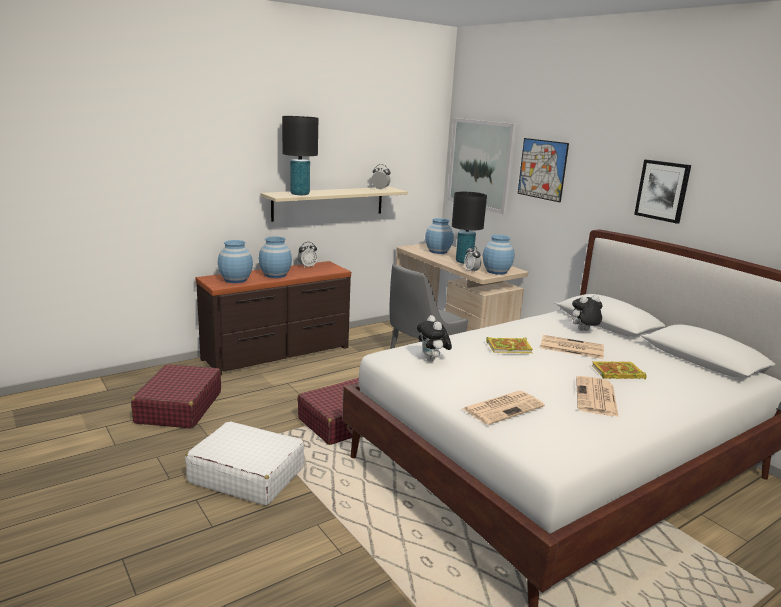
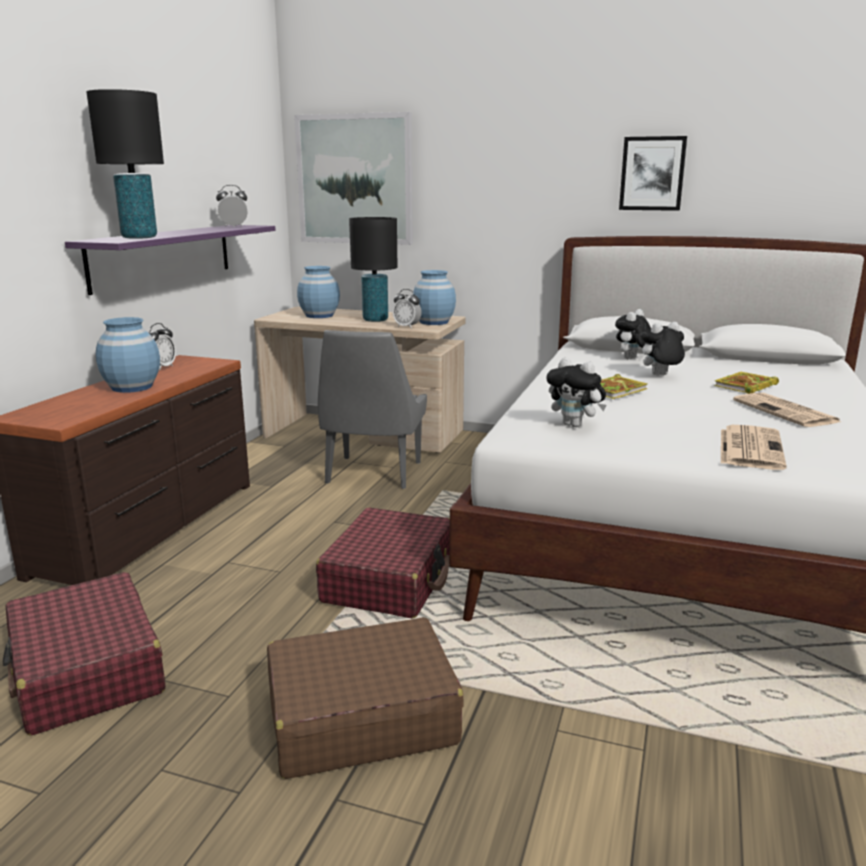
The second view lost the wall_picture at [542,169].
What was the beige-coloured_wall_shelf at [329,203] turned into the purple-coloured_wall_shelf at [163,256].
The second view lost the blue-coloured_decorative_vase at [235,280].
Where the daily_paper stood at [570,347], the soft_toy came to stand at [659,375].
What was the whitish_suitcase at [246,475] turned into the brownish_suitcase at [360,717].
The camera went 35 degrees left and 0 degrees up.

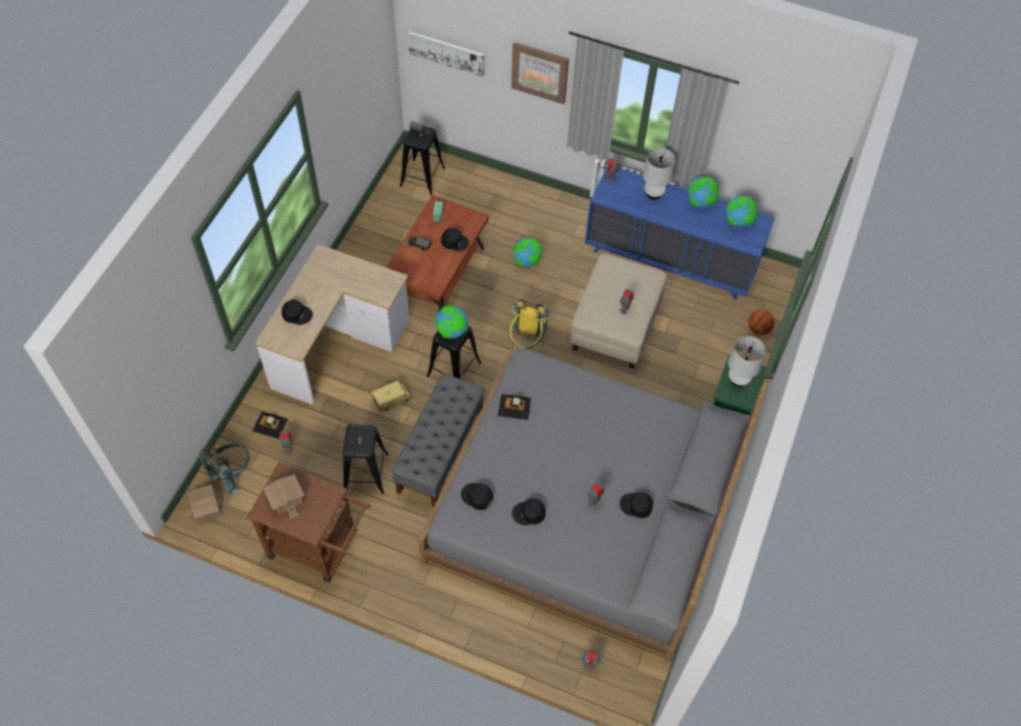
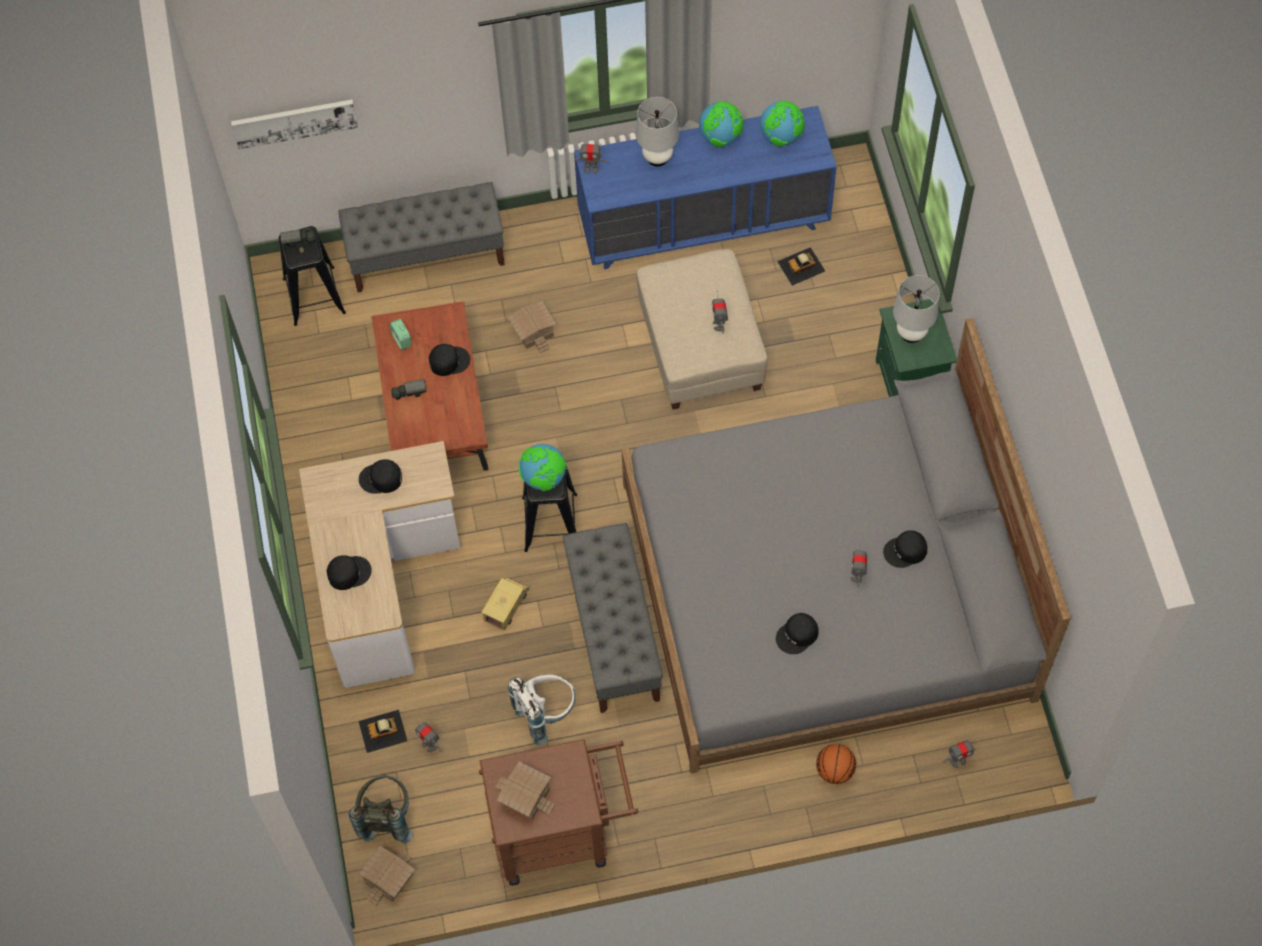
The second view lost the wall_picture at [540,72].
Where the world_globe stood at [527,261], the miniature_house came to stand at [534,330].
The second view lost the yellow_backpack at [525,342].
The basketball ended up elsewhere, having gone from [758,329] to [835,770].
The miniature_car ended up elsewhere, having gone from [514,407] to [801,266].
Where the black_stool stood at [366,473], the whitish_backpack came to stand at [545,713].
The black_baseball_cap ended up elsewhere, having gone from [477,497] to [381,479].
The second view gained the gray_indoor_bench at [427,255].
The camera went 30 degrees left and 5 degrees up.

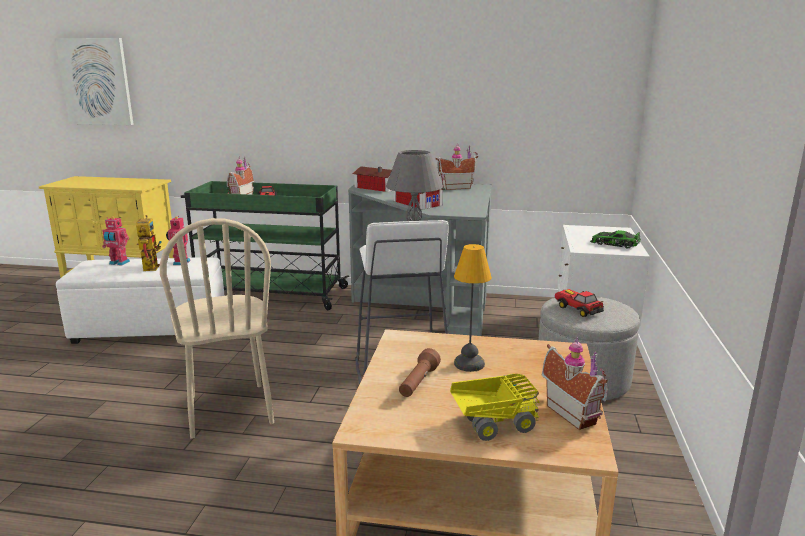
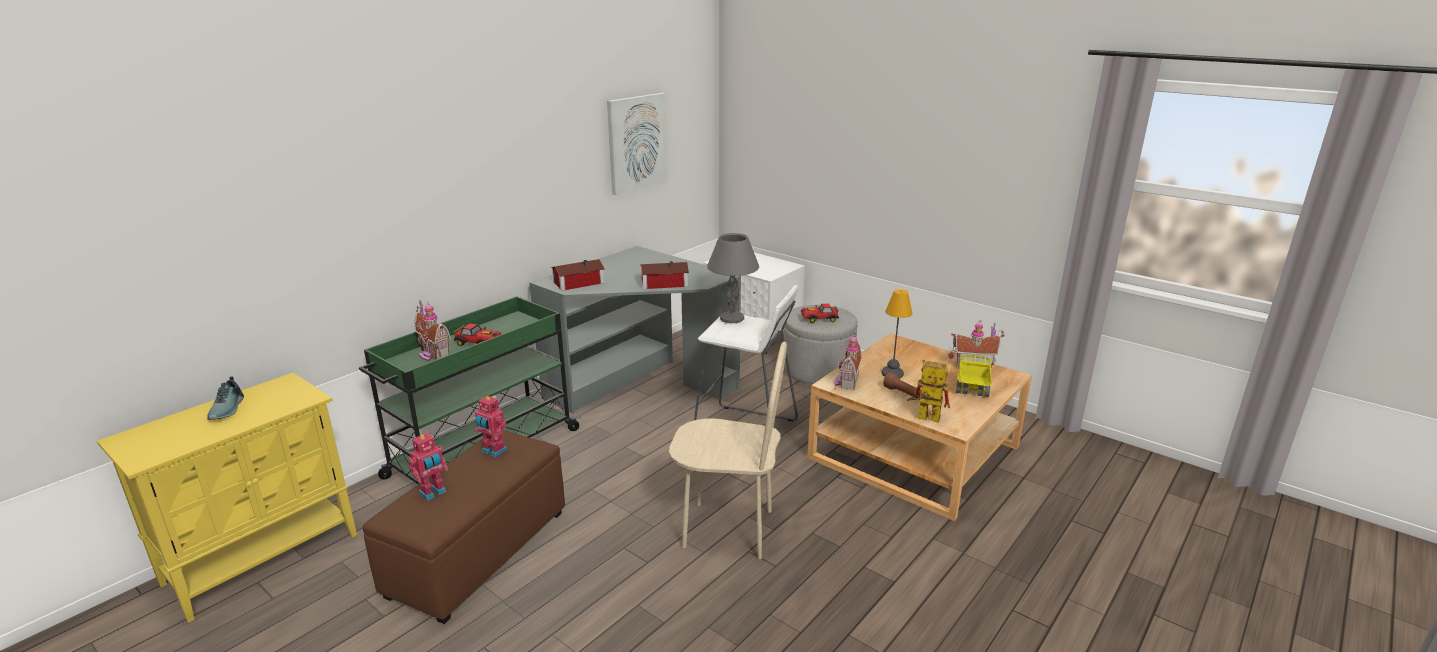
The wall_picture ended up elsewhere, having gone from [96,82] to [637,143].
The miniature_house ended up elsewhere, having gone from [455,187] to [846,382].
The model_robot ended up elsewhere, having gone from [150,266] to [923,417].
The second view lost the miniature_car at [614,243].
What was the whitish_footrest at [151,329] turned into the brownish_footrest at [480,552].
The second view gained the low_shoe at [229,409].
The camera went 60 degrees left and 5 degrees up.

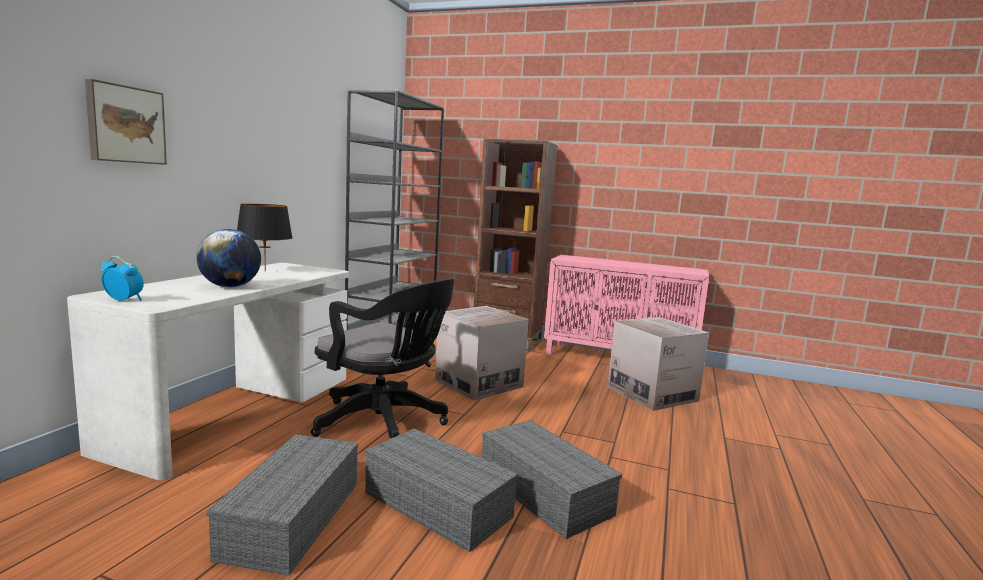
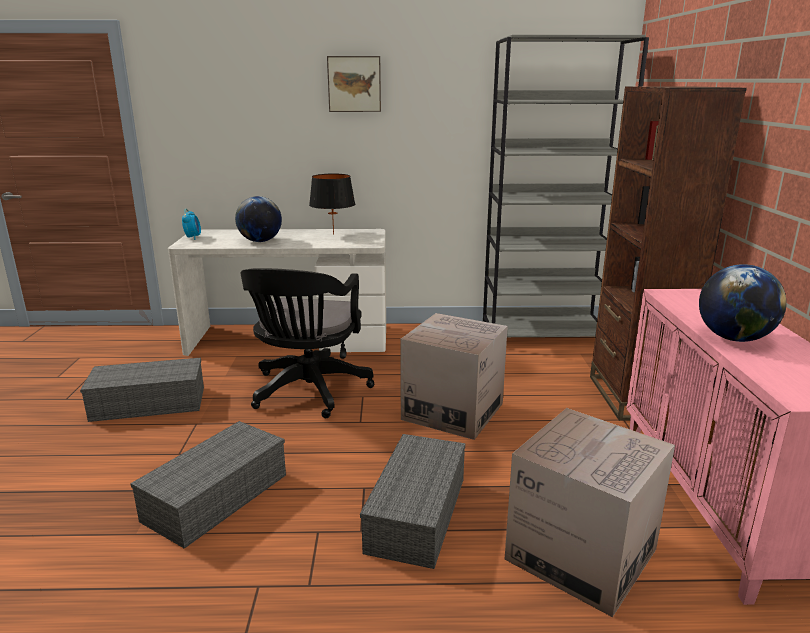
The wall_picture ended up elsewhere, having gone from [125,124] to [354,84].
The gray_storage_bin ended up elsewhere, having gone from [440,504] to [418,515].
The second view gained the world_globe at [734,338].
The camera went 70 degrees right and 10 degrees up.

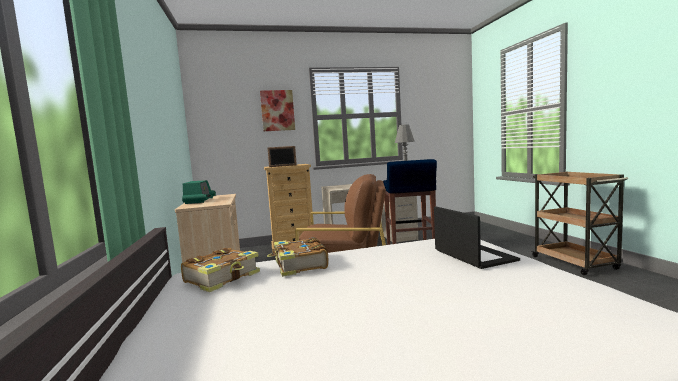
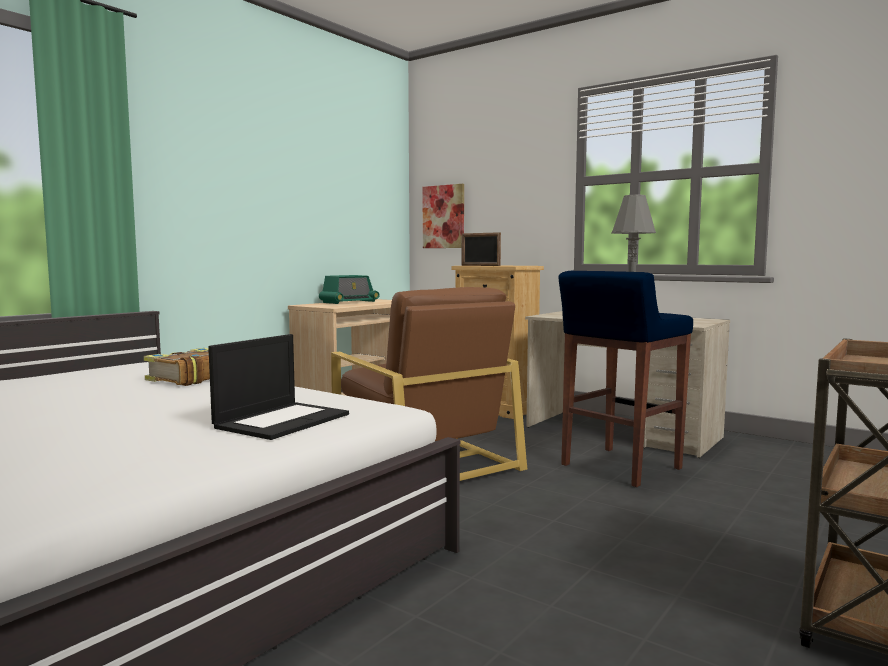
The wall_picture ended up elsewhere, having gone from [277,110] to [443,217].
The second view lost the volume at [223,278].
The camera went 50 degrees right and 0 degrees up.

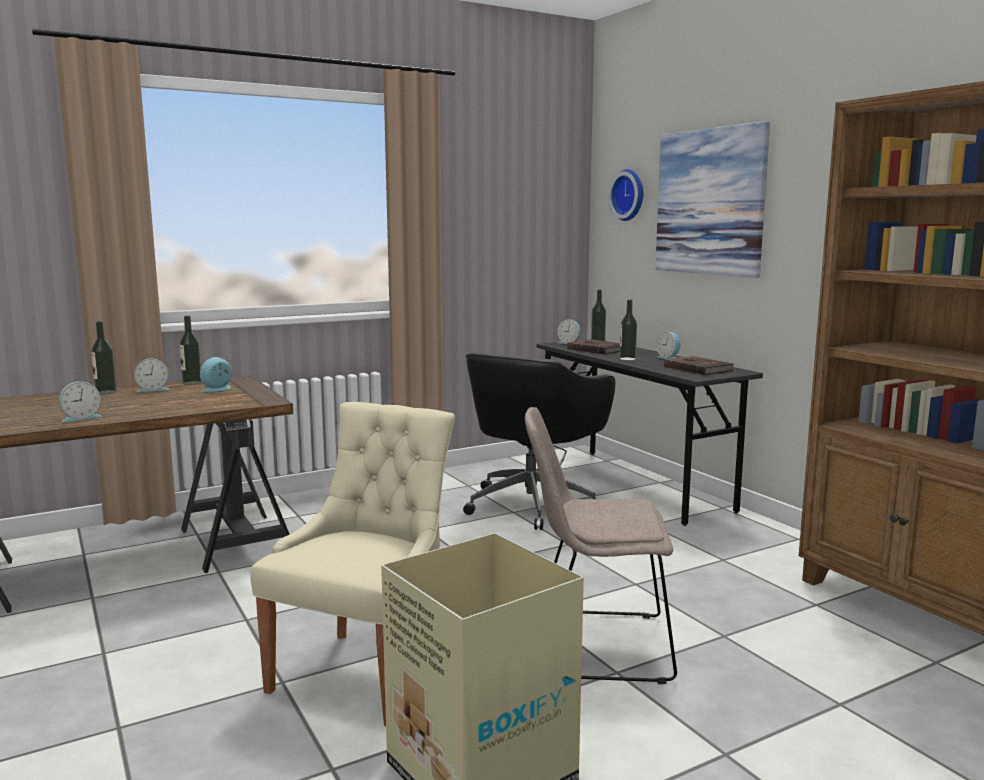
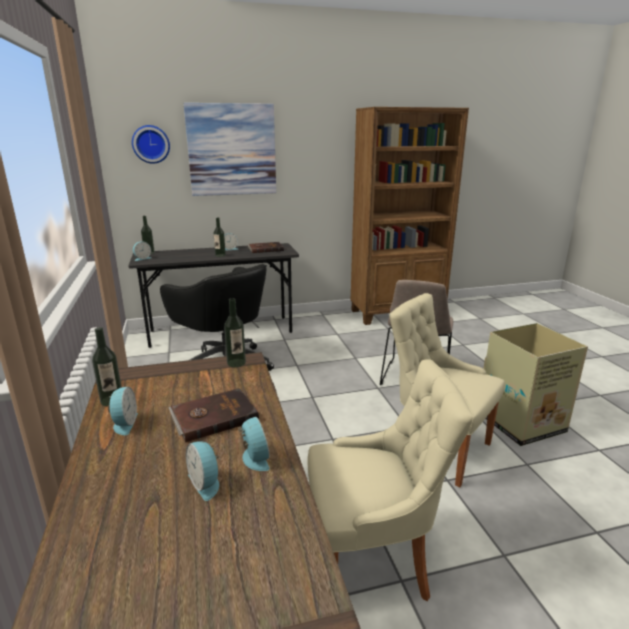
The beverage_bottle ended up elsewhere, having gone from [106,392] to [236,363].
The brownish_volume ended up elsewhere, having gone from [596,349] to [213,416].
The table_clock ended up elsewhere, having gone from [218,389] to [206,483].
The second view gained the beige-coloured_upright_chair at [372,558].
The camera went 75 degrees left and 10 degrees up.

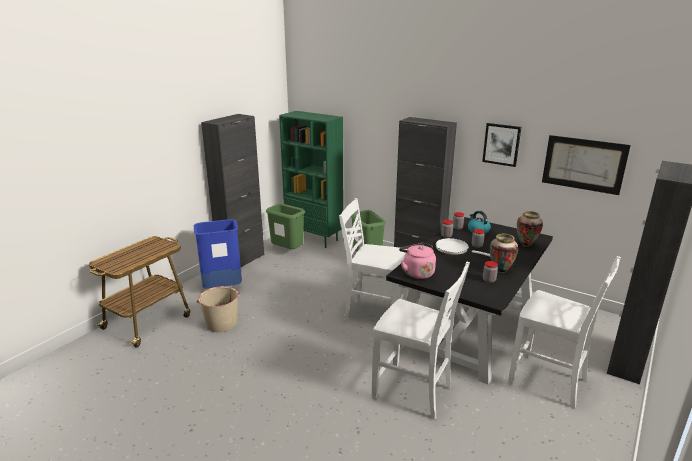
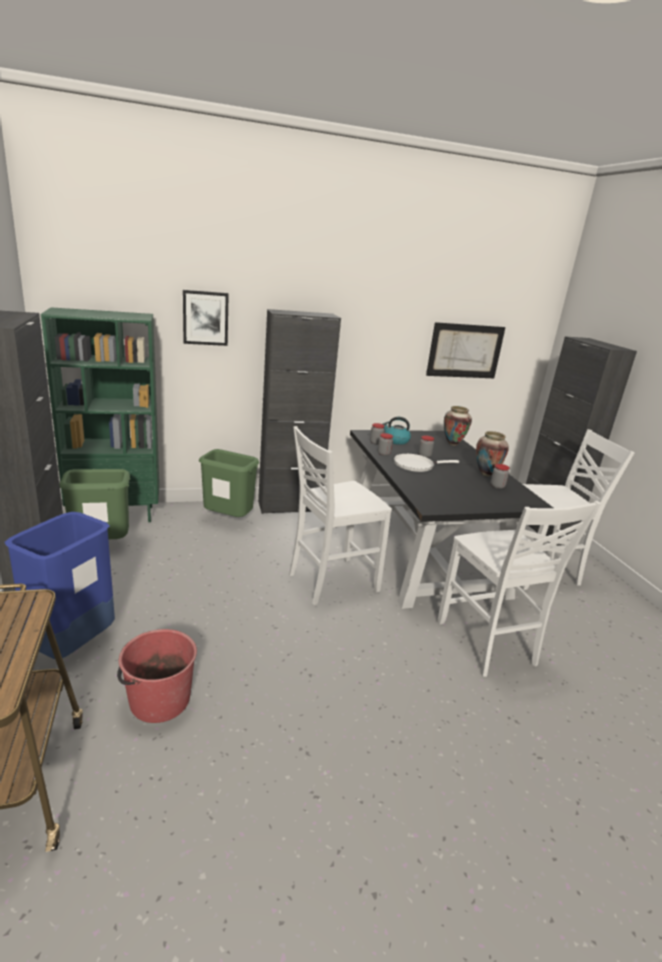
The wall_picture ended up elsewhere, having gone from [501,144] to [205,318].
The second view lost the pink-coloured_kettle at [417,273].
The whitish_upright_chair at [414,393] ended up facing another way, 90 degrees clockwise from before.
What was the beige-coloured_bucket at [221,323] turned into the red-coloured_bucket at [159,700].
The camera went 50 degrees left and 0 degrees up.

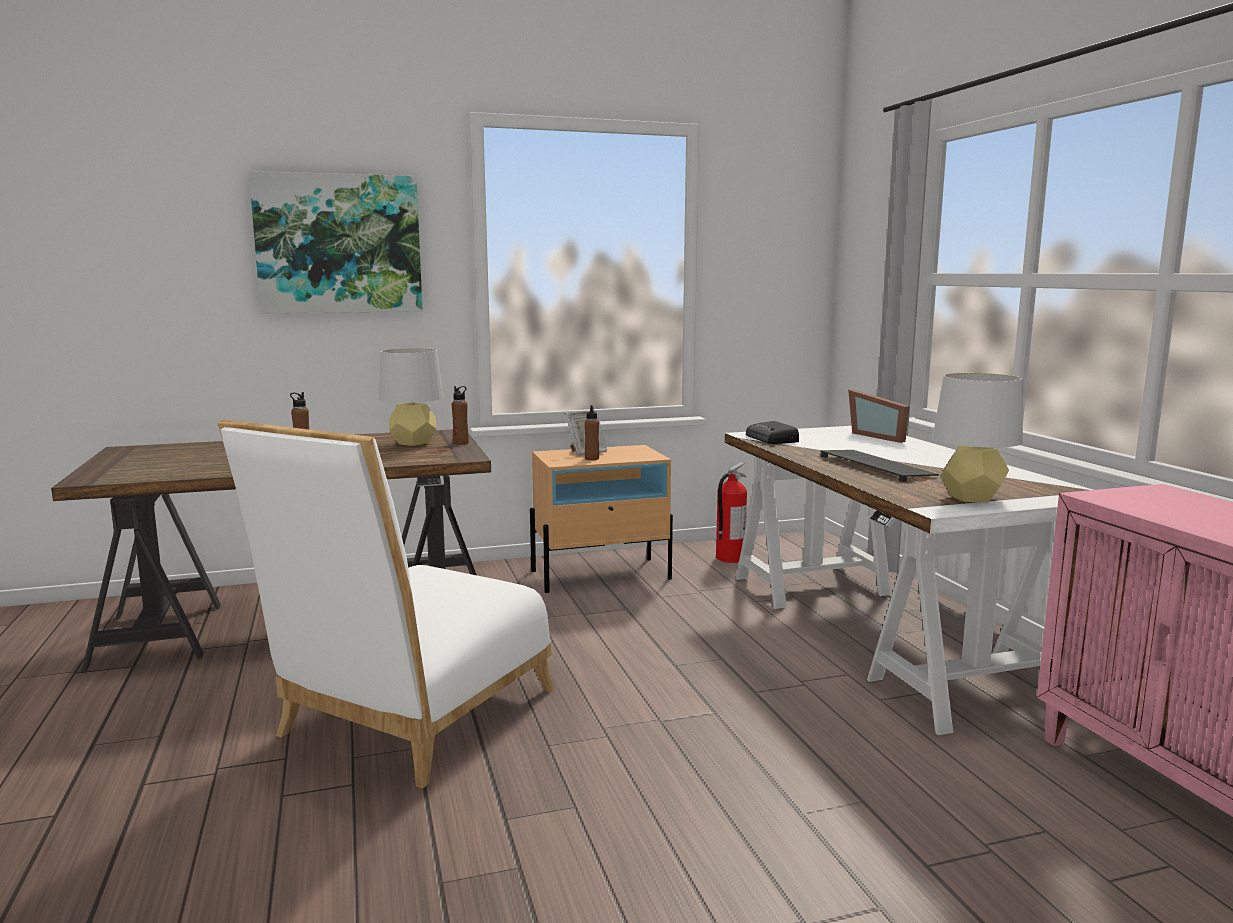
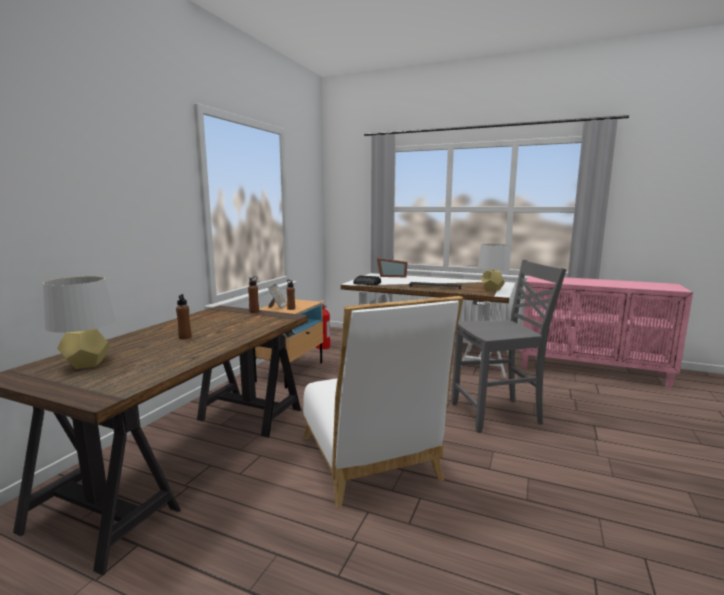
The second view lost the wall_picture at [339,244].
The gray_lamp_for_a_table ended up elsewhere, having gone from [413,443] to [86,364].
The second view gained the gray_upright_chair at [498,414].
The camera went 50 degrees left and 0 degrees up.

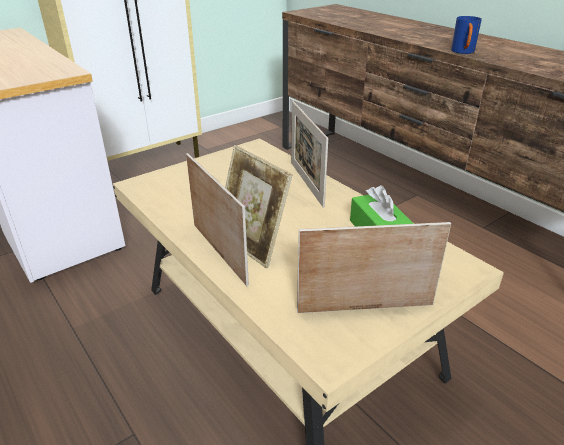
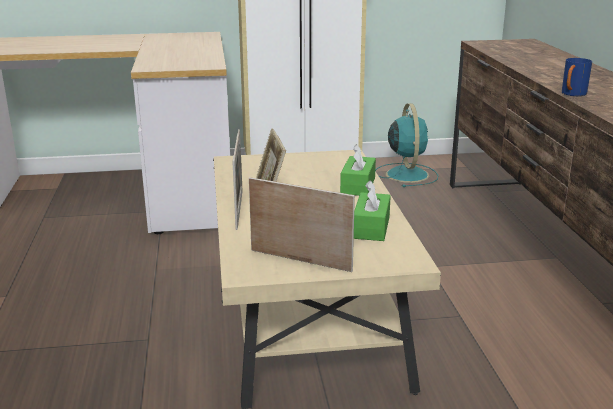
Where the standing_frame stood at [306,183], the green-coloured_tissue_holder came to stand at [358,186].
The second view gained the turquoise-coloured_fan at [406,174].
The camera went 30 degrees right and 10 degrees down.

